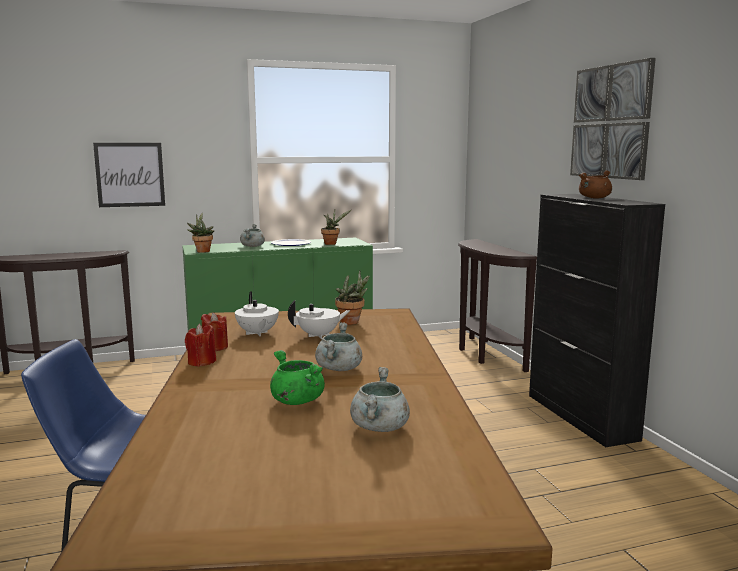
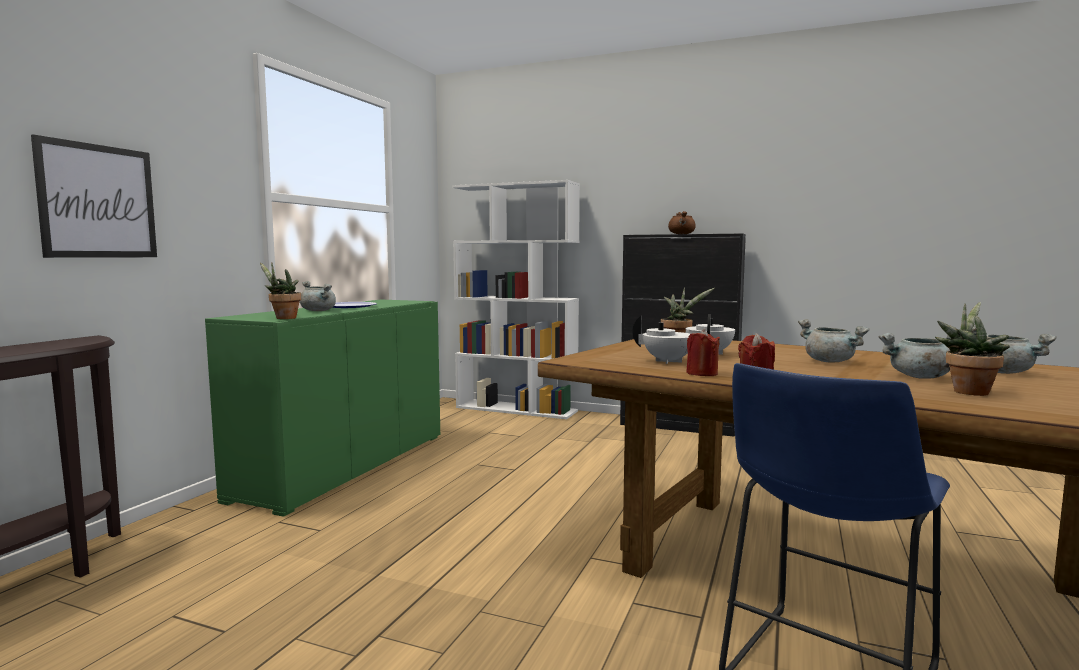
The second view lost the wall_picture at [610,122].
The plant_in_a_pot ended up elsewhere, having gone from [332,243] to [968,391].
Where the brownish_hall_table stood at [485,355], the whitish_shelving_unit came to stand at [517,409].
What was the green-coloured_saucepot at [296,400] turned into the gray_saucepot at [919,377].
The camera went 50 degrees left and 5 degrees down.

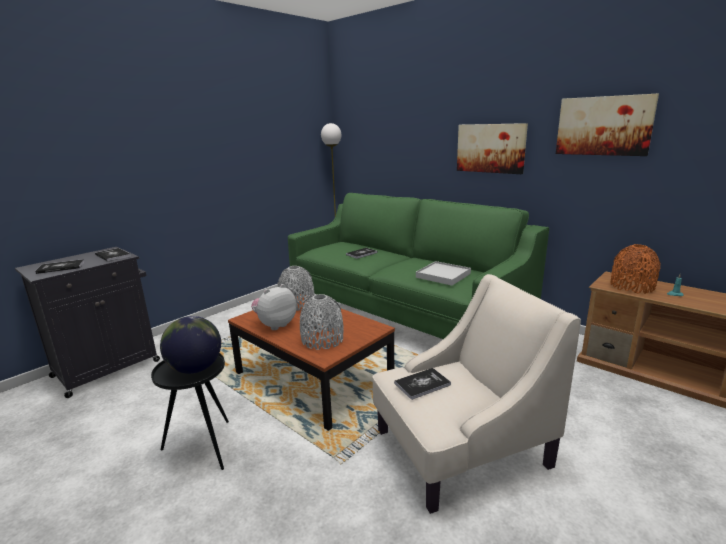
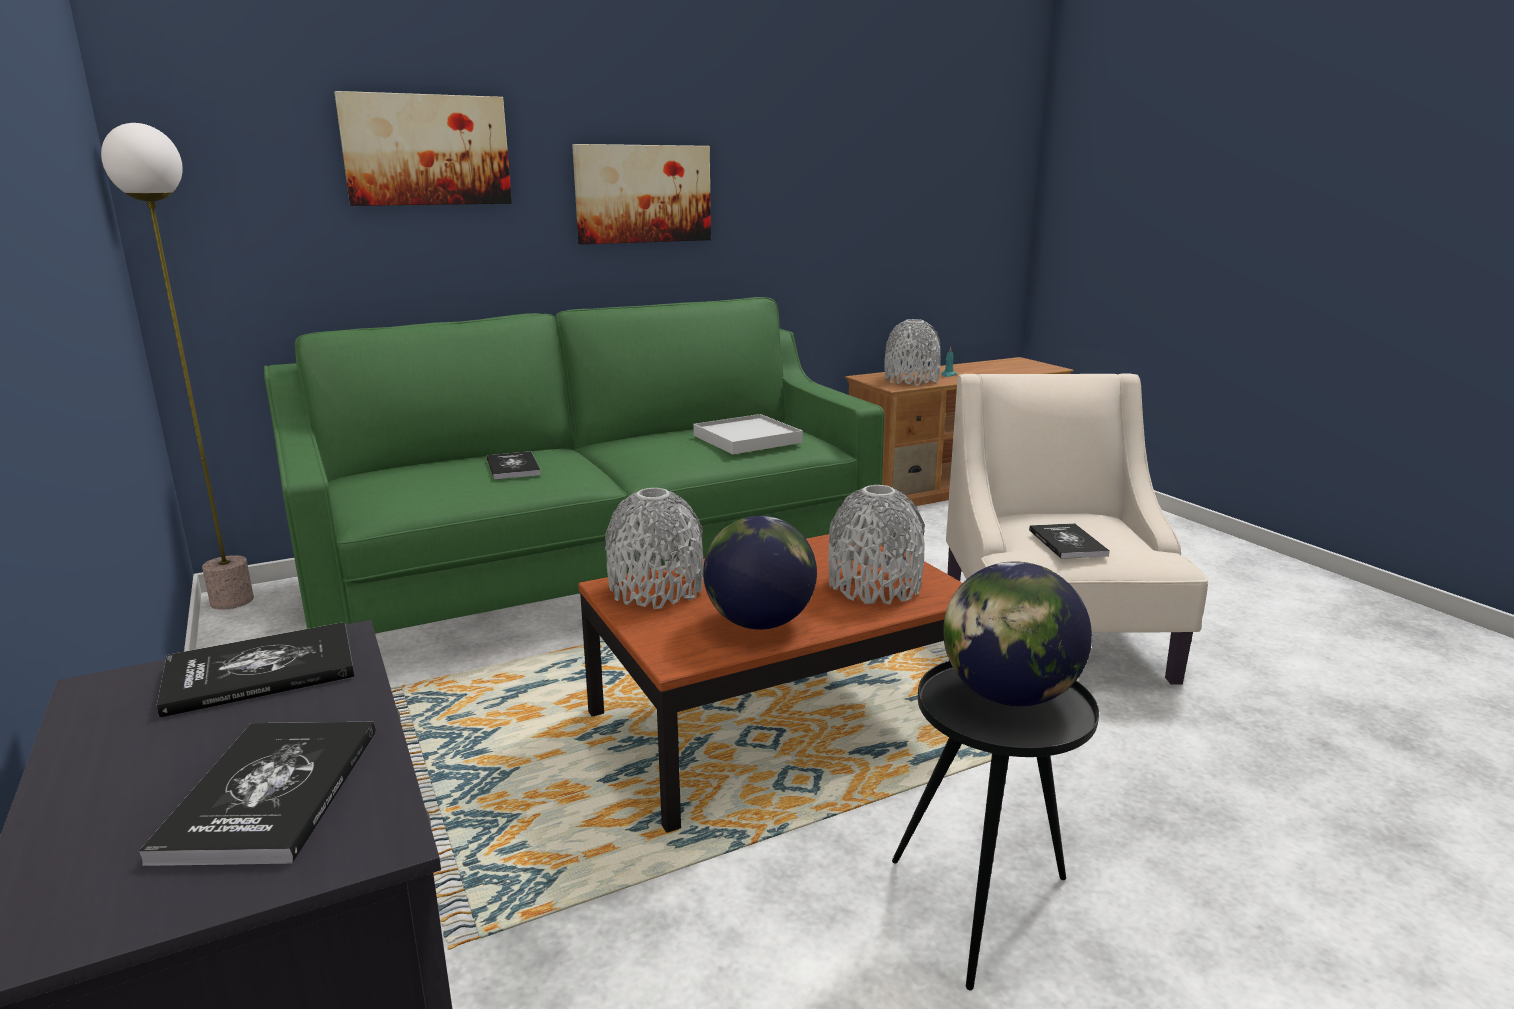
The wall_picture ended up elsewhere, having gone from [603,126] to [426,150].
What was the orangey_decorative_vase at [631,287] turned into the gray_decorative_vase at [911,380].
Where the soft_toy stood at [275,325], the world_globe came to stand at [760,623].
The camera went 70 degrees left and 0 degrees up.

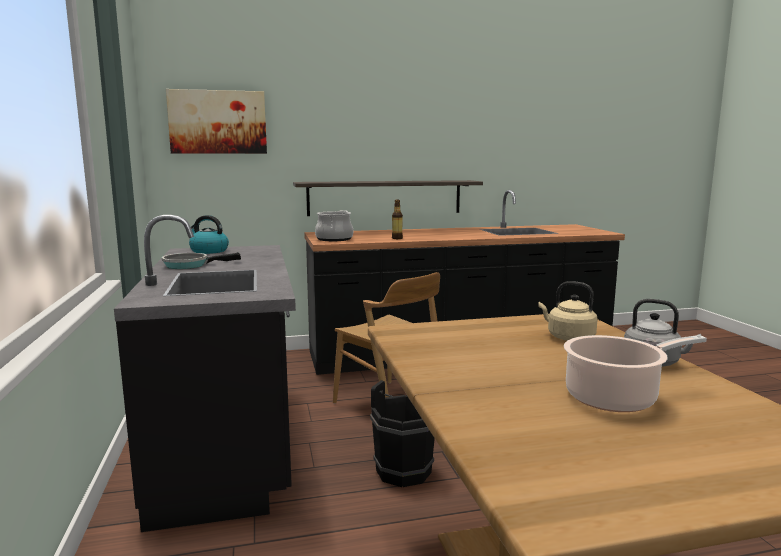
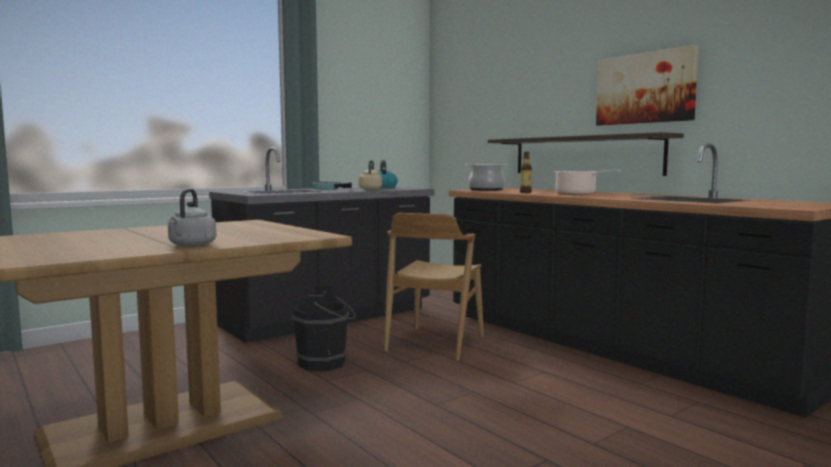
The wall_picture ended up elsewhere, having gone from [218,122] to [645,88].
The beige-coloured_kettle ended up elsewhere, having gone from [568,337] to [370,189].
The saucepot ended up elsewhere, having gone from [616,397] to [578,194].
The camera went 65 degrees right and 5 degrees down.

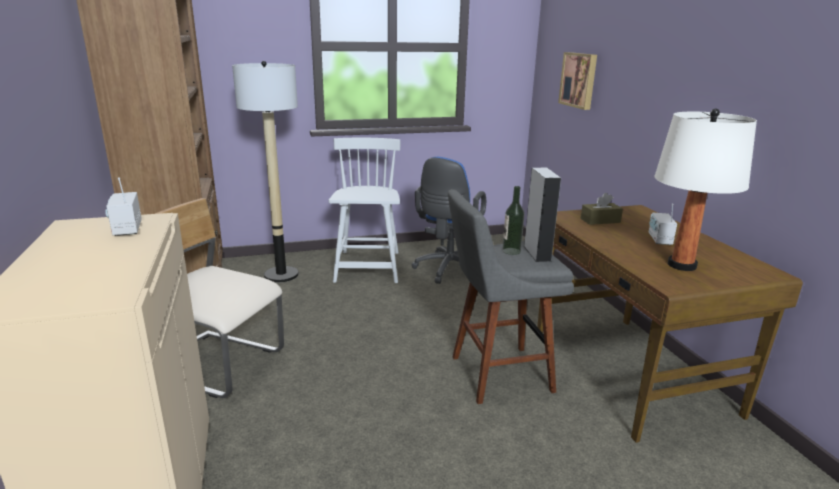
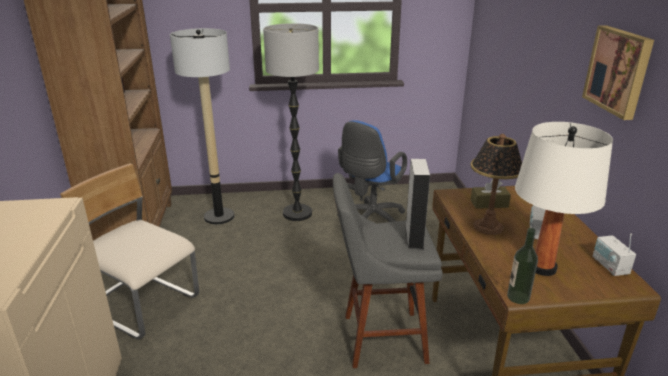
The wall_picture ended up elsewhere, having gone from [579,80] to [619,71].
Where the whitish_upright_chair stood at [368,267], the standard_lamp came to stand at [297,213].
The radio_set ended up elsewhere, having gone from [127,229] to [610,266].
The beverage_bottle ended up elsewhere, having gone from [511,251] to [518,297].
The second view gained the lamp_for_a_table at [488,226].
The camera went 10 degrees right and 5 degrees up.

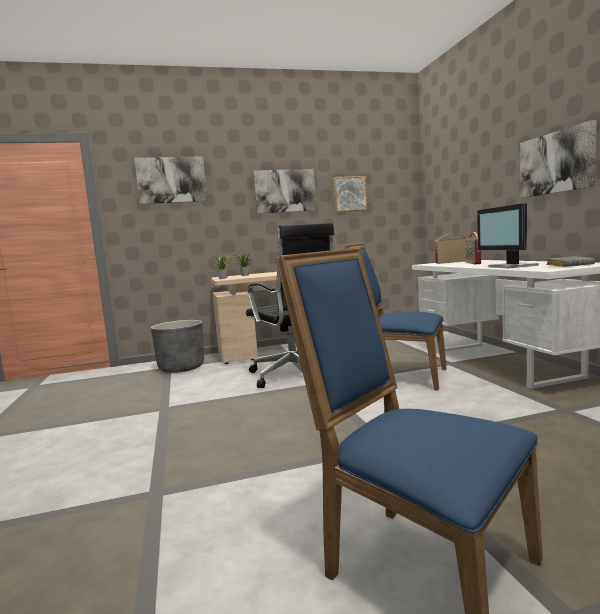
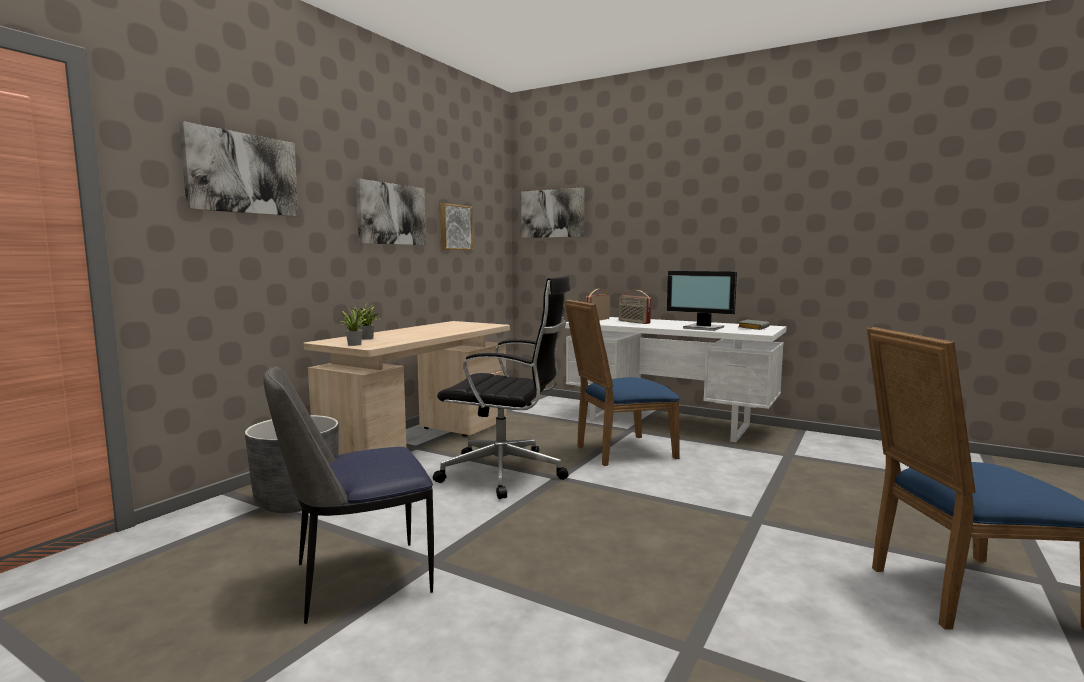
The wall_picture ended up elsewhere, having gone from [556,162] to [552,213].
The second view gained the upright_chair at [357,579].
The camera went 45 degrees left and 0 degrees up.

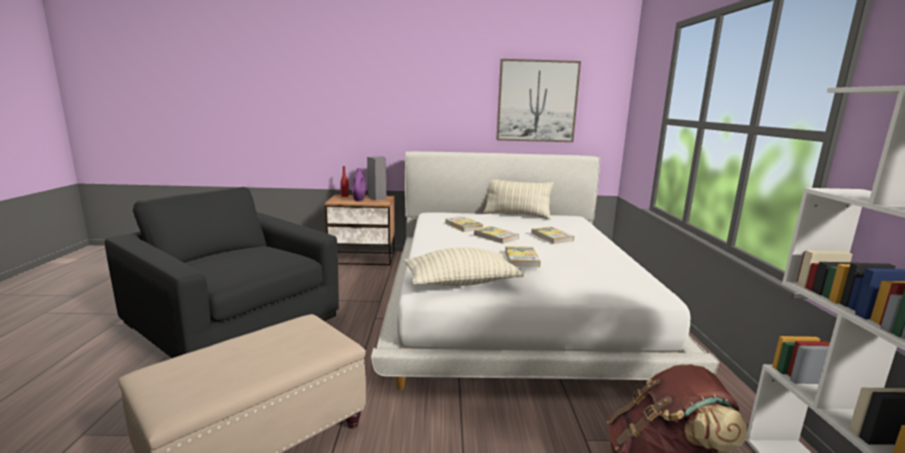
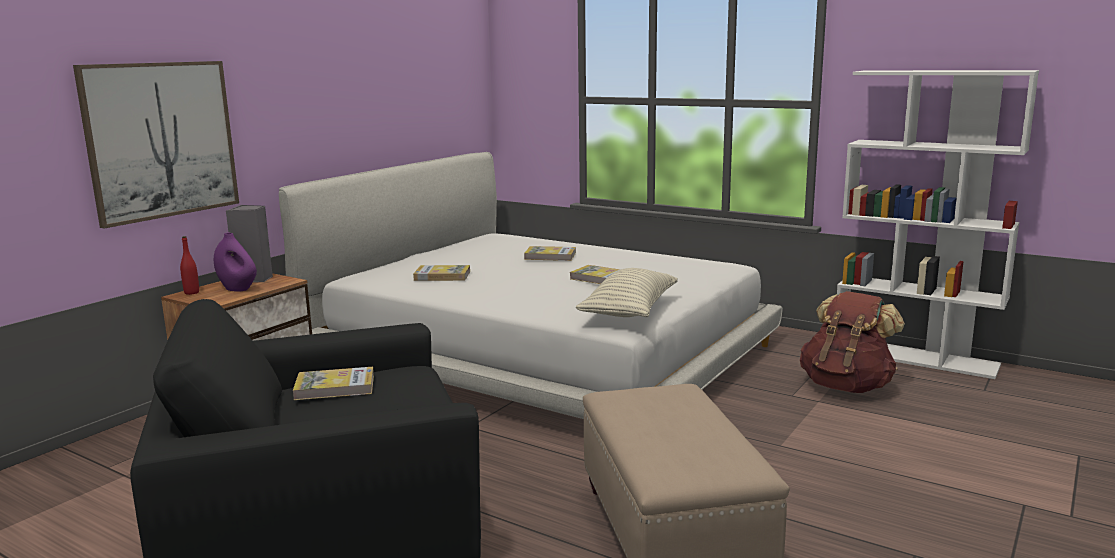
The wall_picture ended up elsewhere, having gone from [537,101] to [161,140].
The second view lost the throw_pillow at [517,215].
The volume ended up elsewhere, having gone from [496,237] to [335,387].
The camera went 55 degrees left and 0 degrees up.

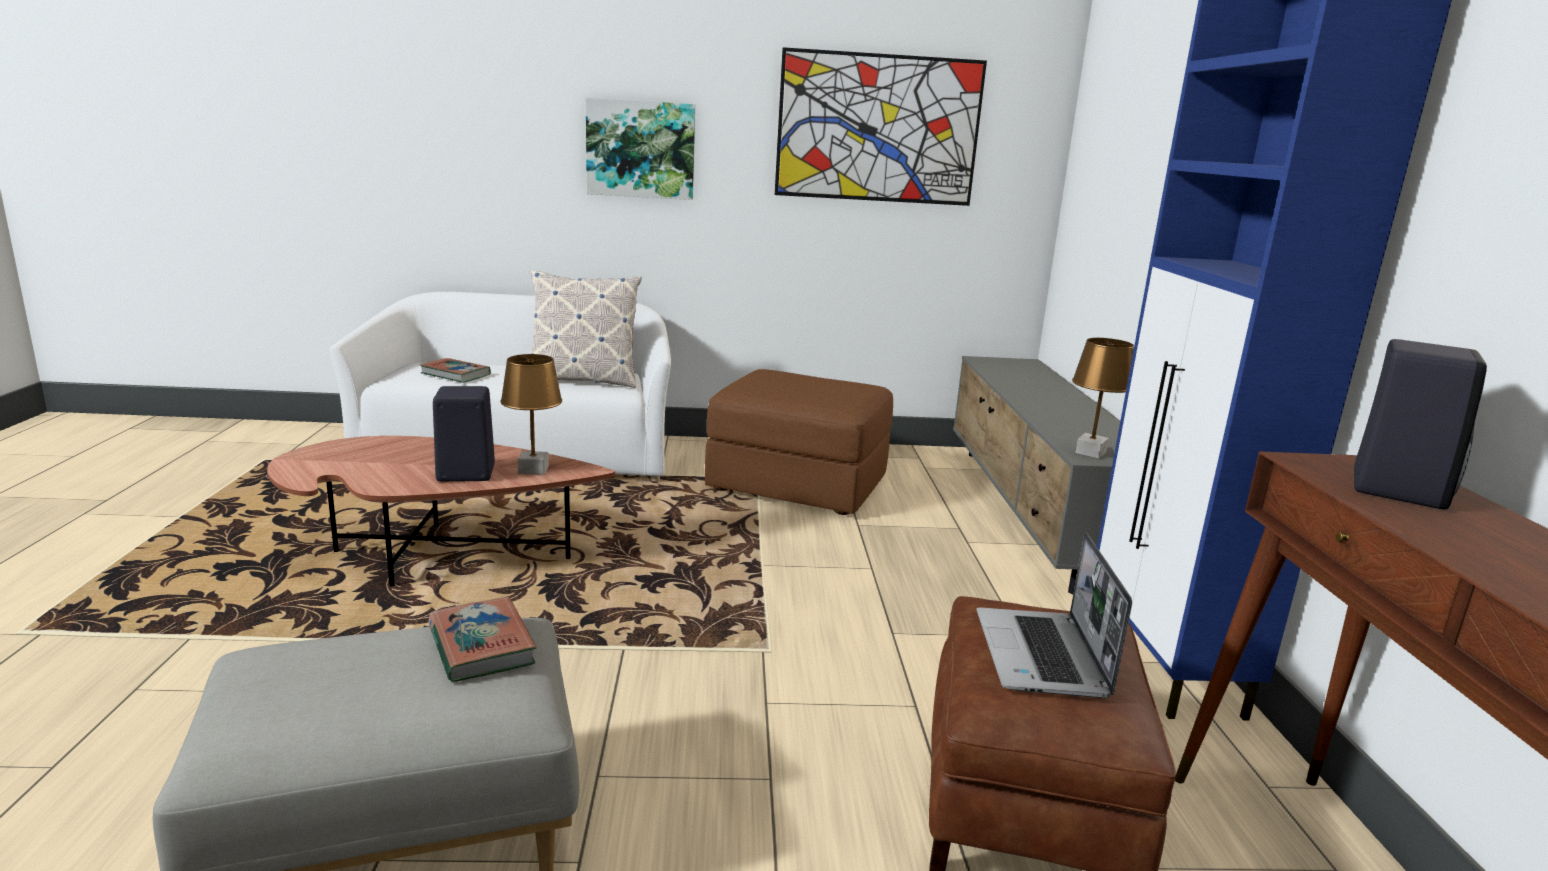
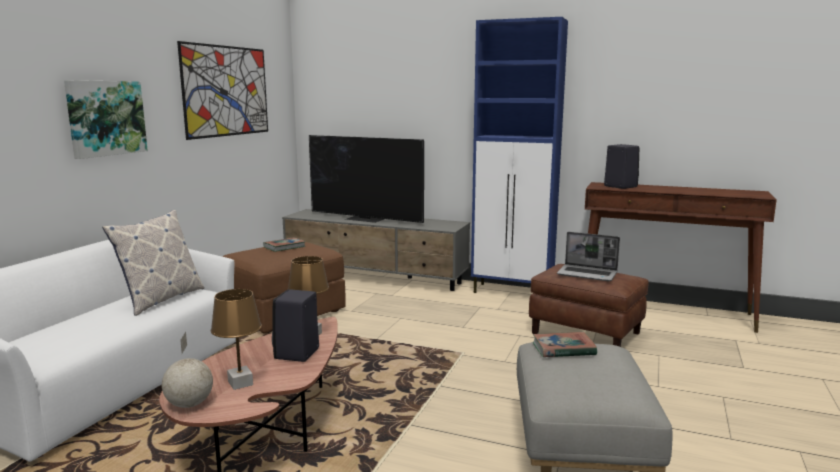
The brownish_lamp_for_a_table ended up elsewhere, having gone from [1090,452] to [240,383].
The volume ended up elsewhere, having gone from [455,374] to [284,247].
The second view gained the television at [365,219].
The second view gained the world_globe at [189,405].
The camera went 65 degrees left and 5 degrees down.

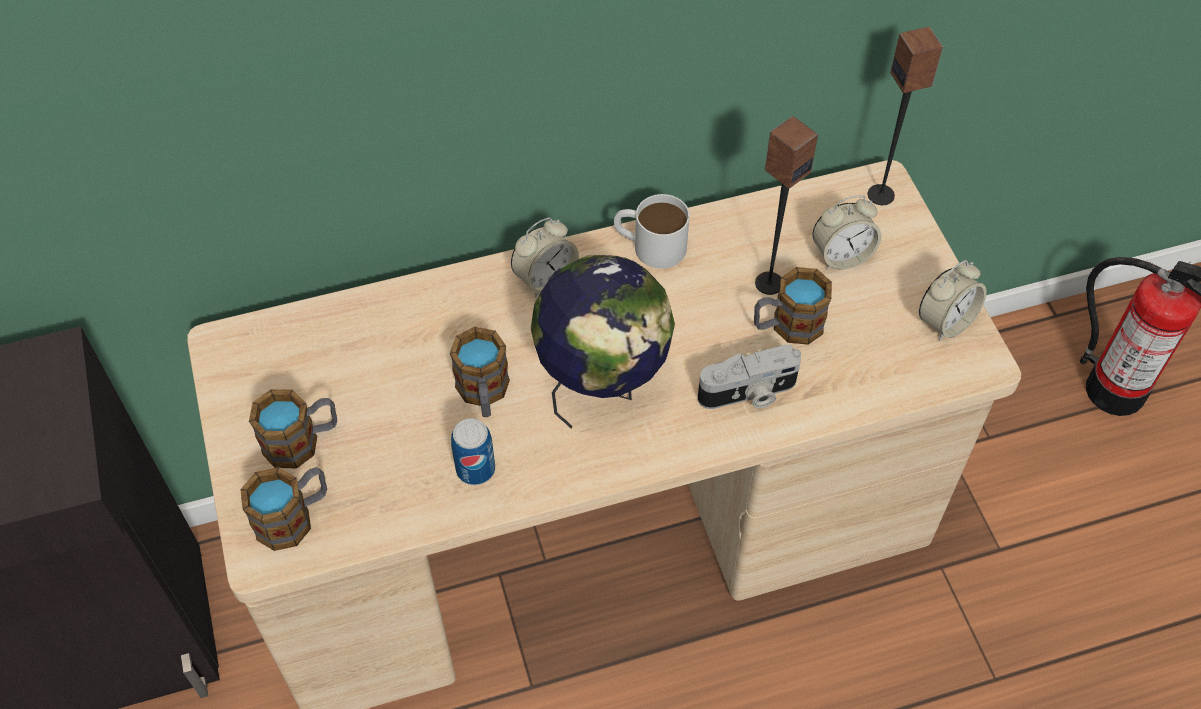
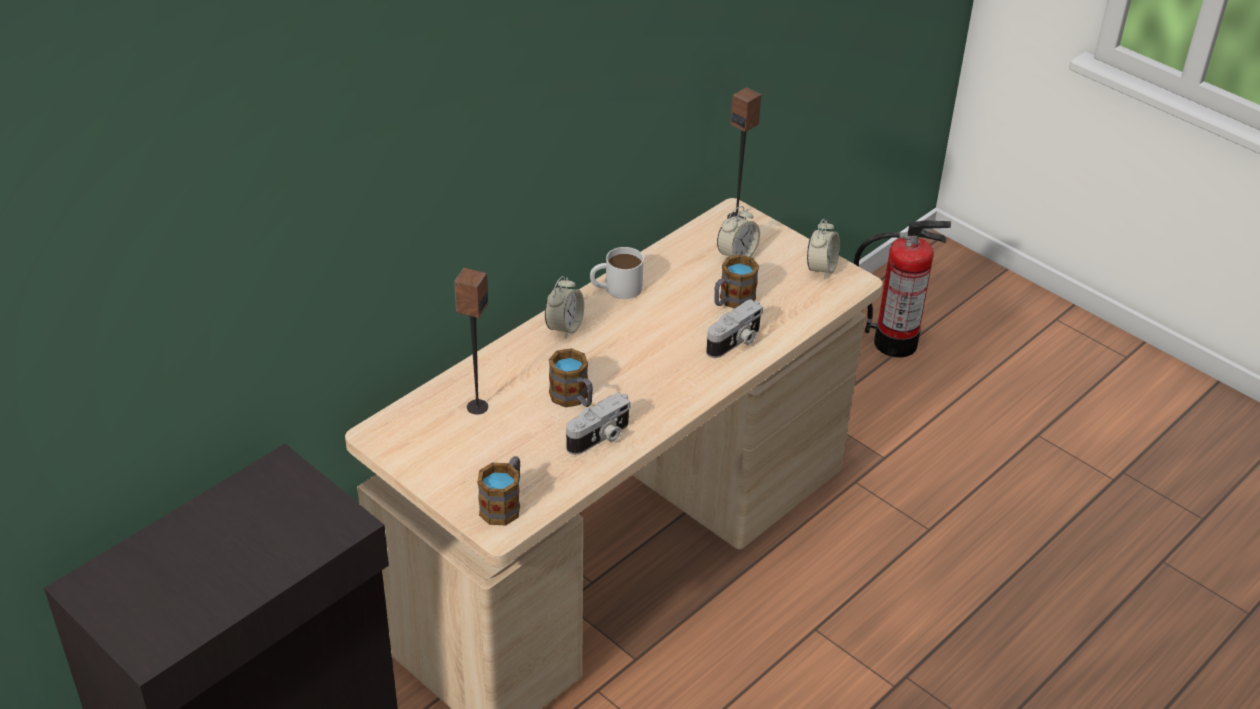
The speaker ended up elsewhere, having gone from [768,283] to [477,407].
The second view lost the world_globe at [602,386].
The second view lost the mug at [302,441].
Where the metal_can stood at [475,469], the photo_camera came to stand at [600,438].
The camera went 30 degrees left and 15 degrees down.

